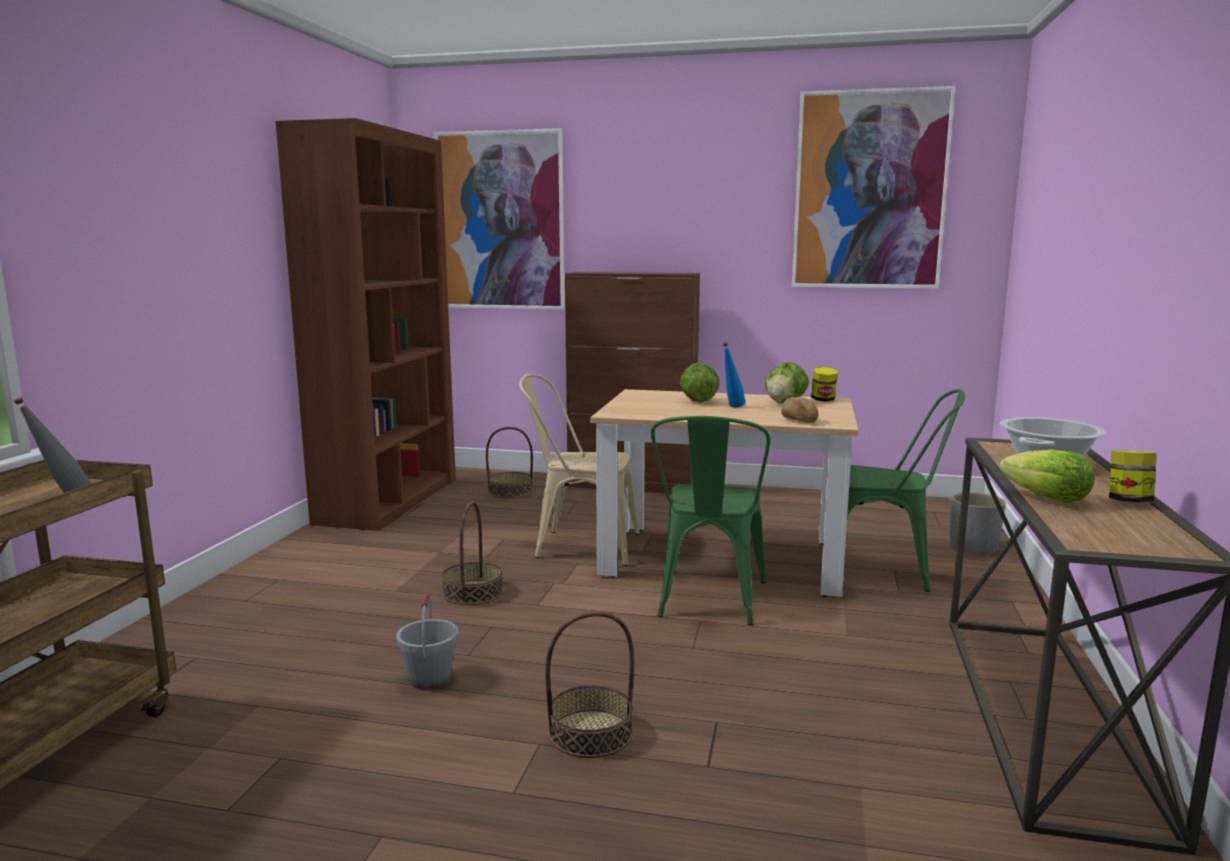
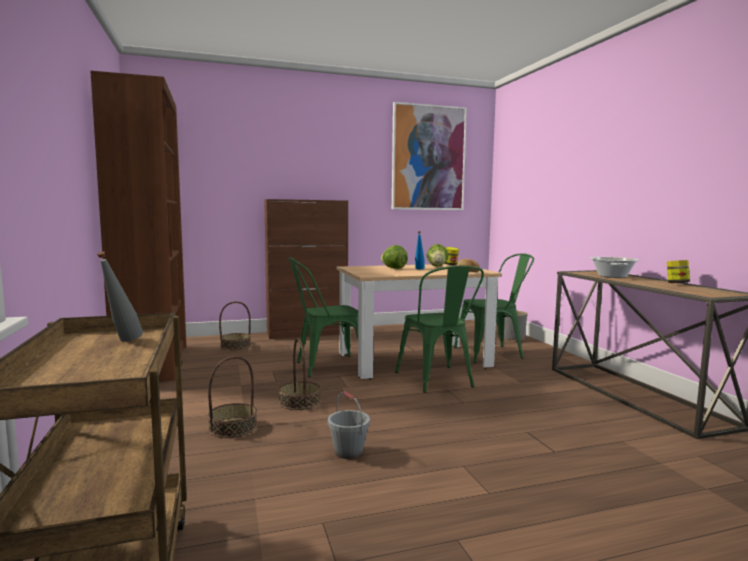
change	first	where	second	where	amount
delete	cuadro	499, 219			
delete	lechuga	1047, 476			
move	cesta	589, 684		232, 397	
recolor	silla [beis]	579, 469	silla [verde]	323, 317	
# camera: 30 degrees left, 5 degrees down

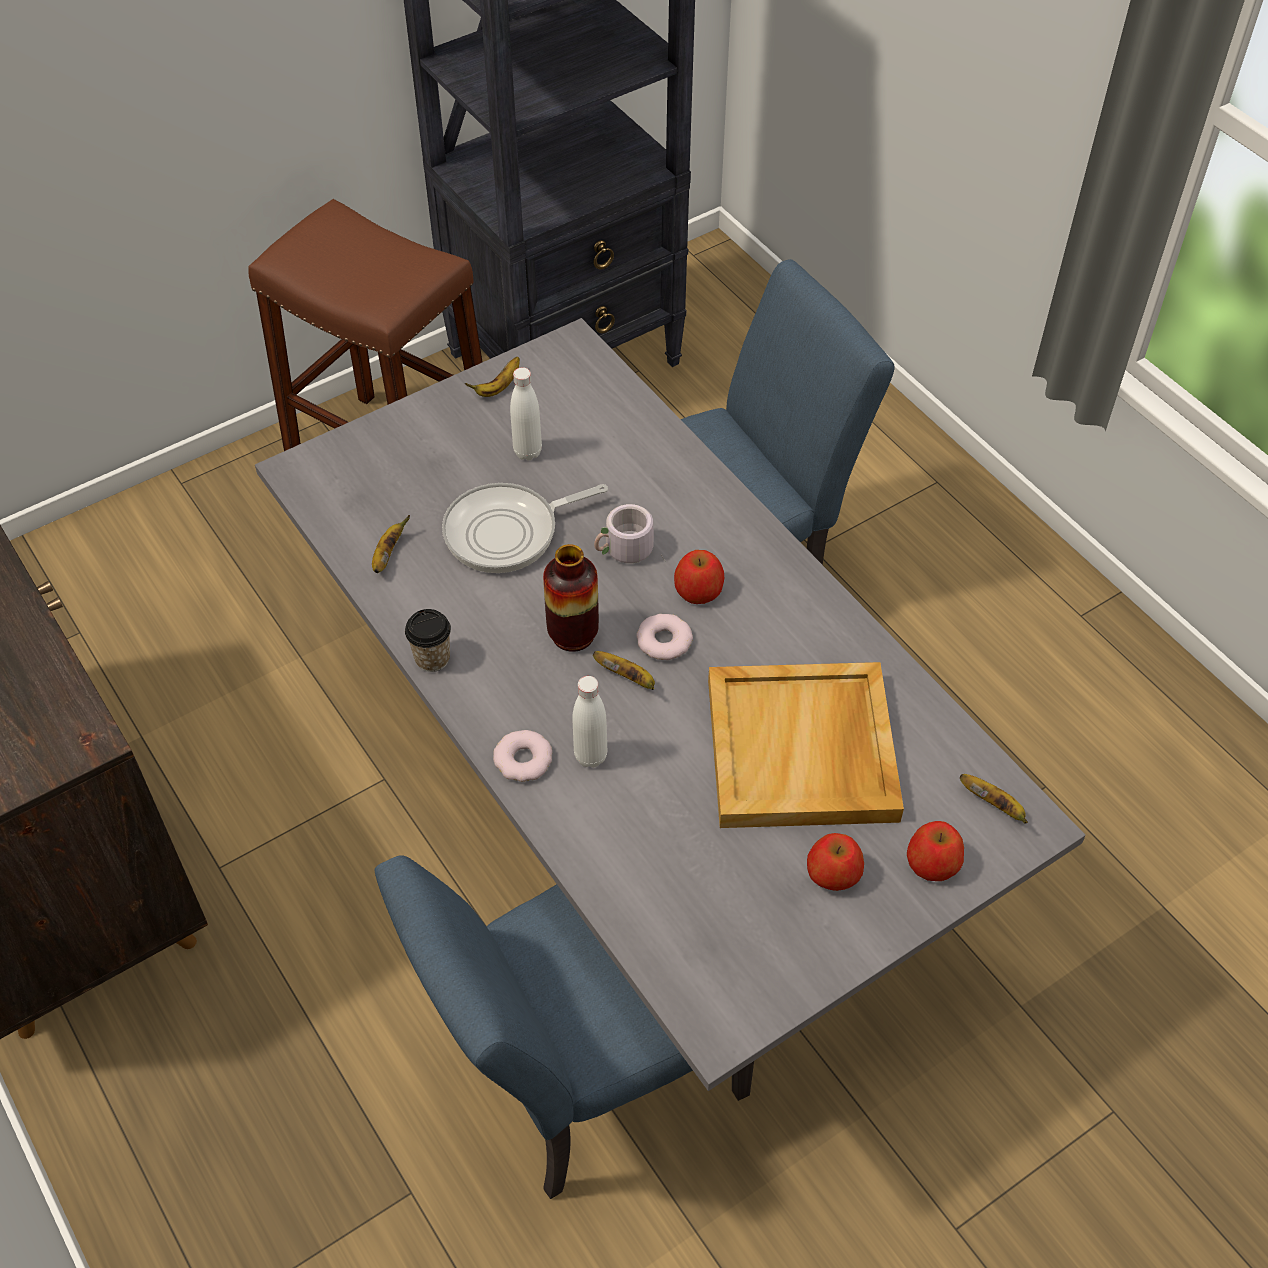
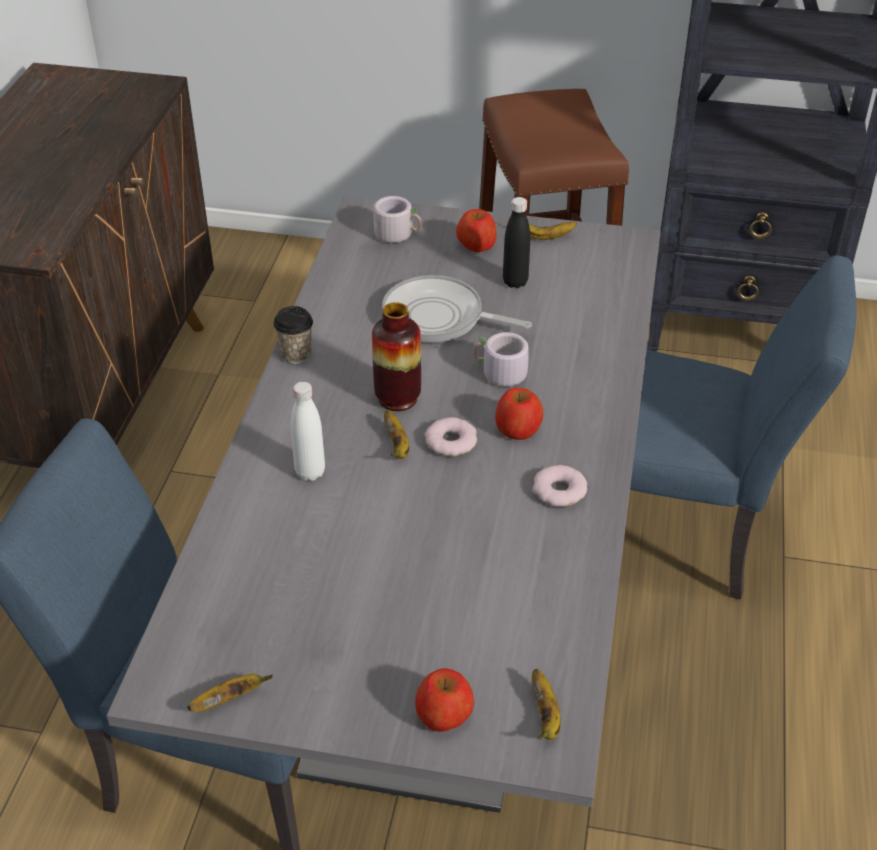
change	first	where	second	where	amount
delete	bandeja [beis]	806, 745			
insert			taza grande [gris]	398, 219	
move	plátano	391, 544		230, 693	
move	rosquilla	522, 756		560, 486	
move	manzana	835, 862		476, 230	
recolor	botella [blanco]	526, 413	botella [negro]	516, 242	
# camera: 45 degrees right, 10 degrees down

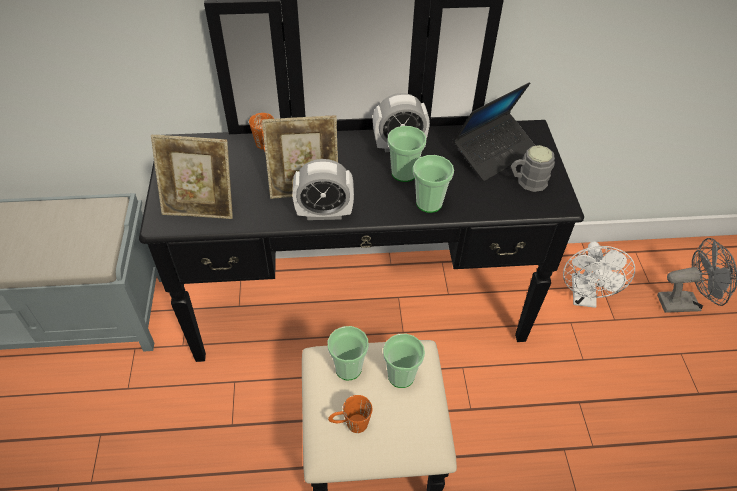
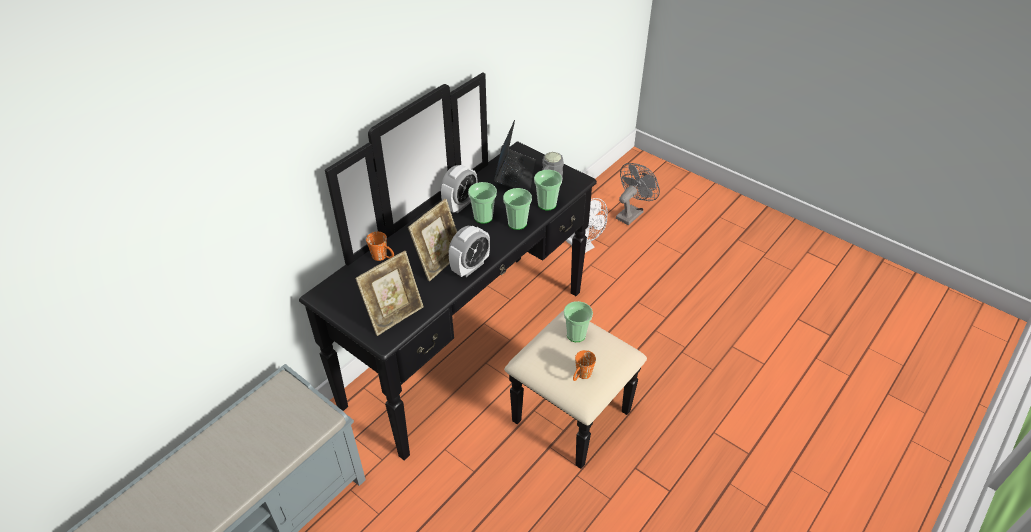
change	first	where	second	where	amount
move	taza	348, 353		548, 190	
# camera: 45 degrees left, 5 degrees down

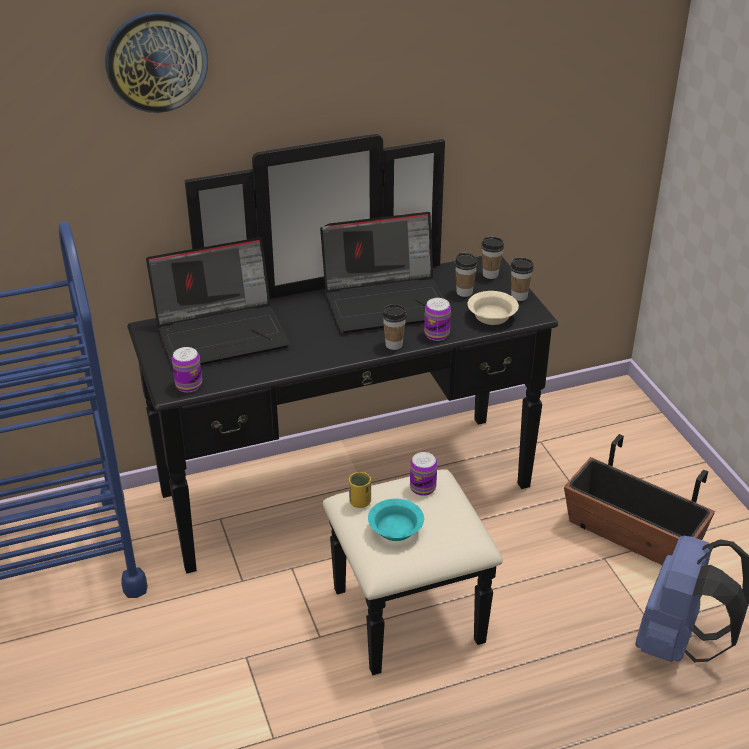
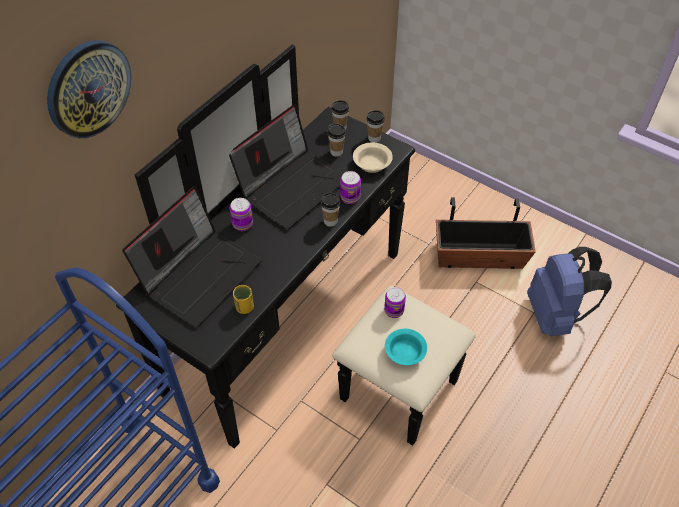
change	first	where	second	where	amount
move	lata	187, 369		241, 214	
move	taza [amarillo]	360, 490		243, 299	
# camera: 35 degrees left, 15 degrees up

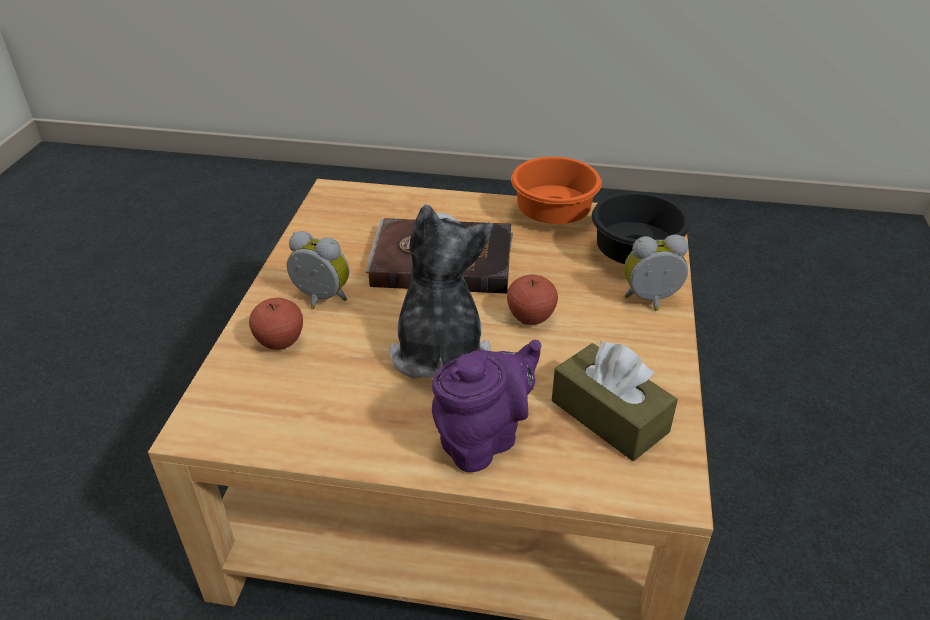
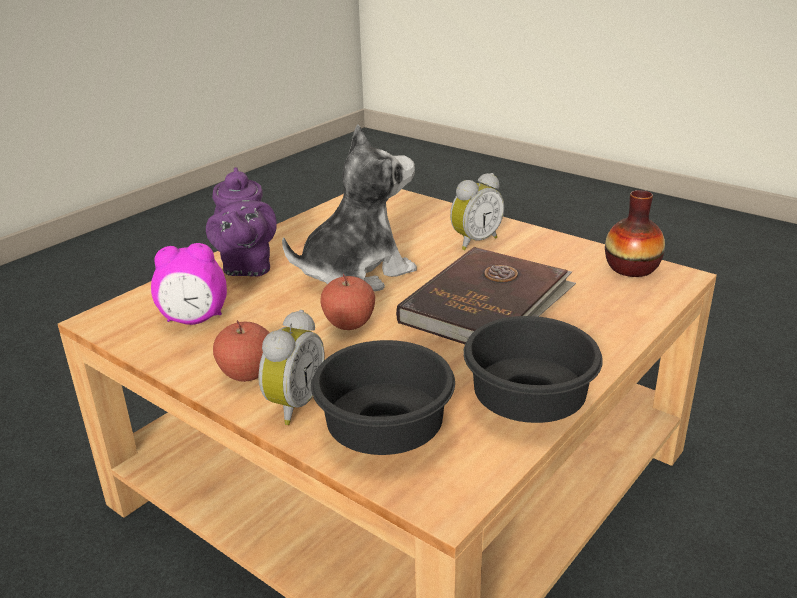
change	first	where	second	where	amount
insert			florero	635, 233	
move	manzana	276, 324		241, 351	
replace	caja de pañuelos [marrón]	615, 401	despertador	189, 284	
recolor	cuenco [naranja]	556, 190	cuenco [negro]	533, 369	
rotate	peluche	441, 291		349, 207	60 degrees counterclockwise
# camera: 120 degrees right, 10 degrees down

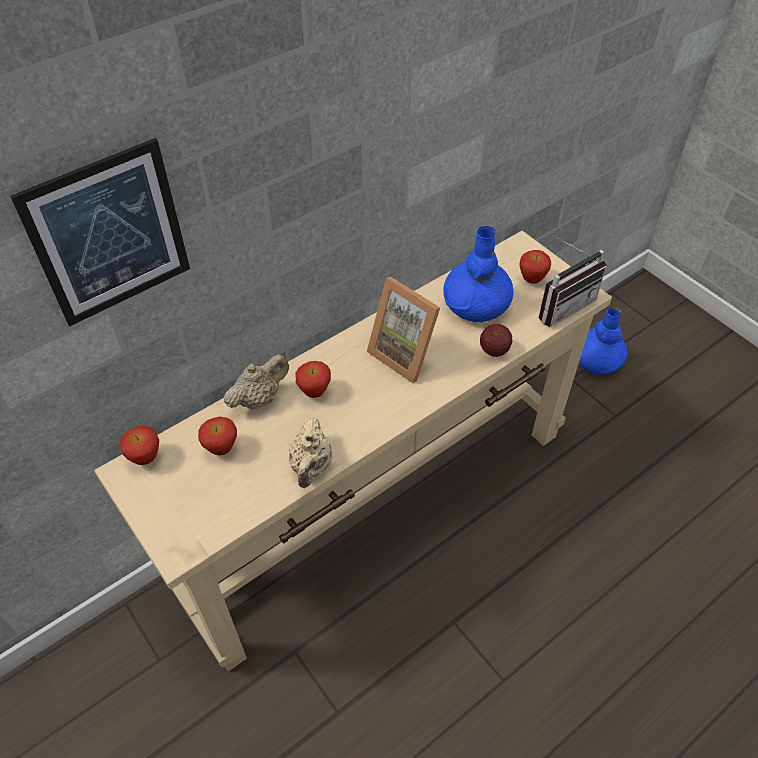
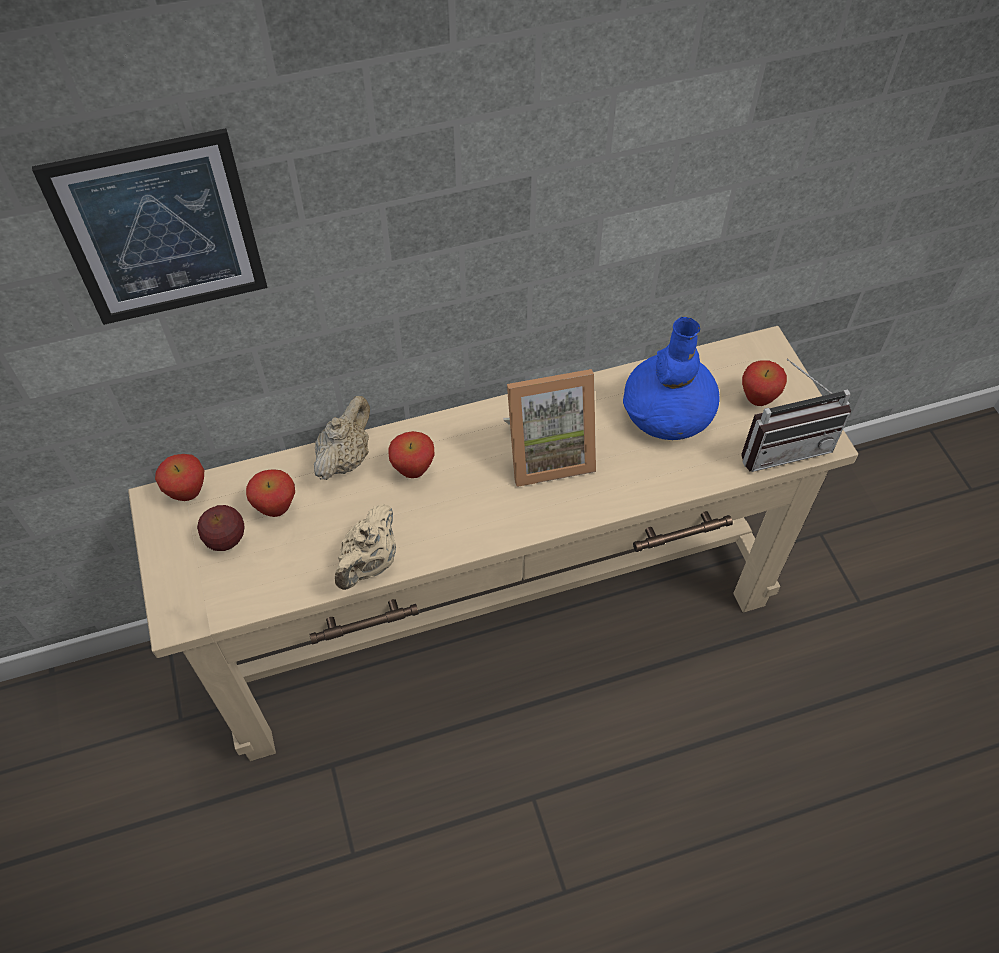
change	first	where	second	where	amount
delete	florero [azul]	603, 341			
move	manzana	496, 340		220, 528	
rotate	tetera [beis]	256, 381		342, 438	45 degrees counterclockwise
rotate	portarretratos	403, 329		549, 428	75 degrees counterclockwise
# camera: 20 degrees right, 5 degrees up

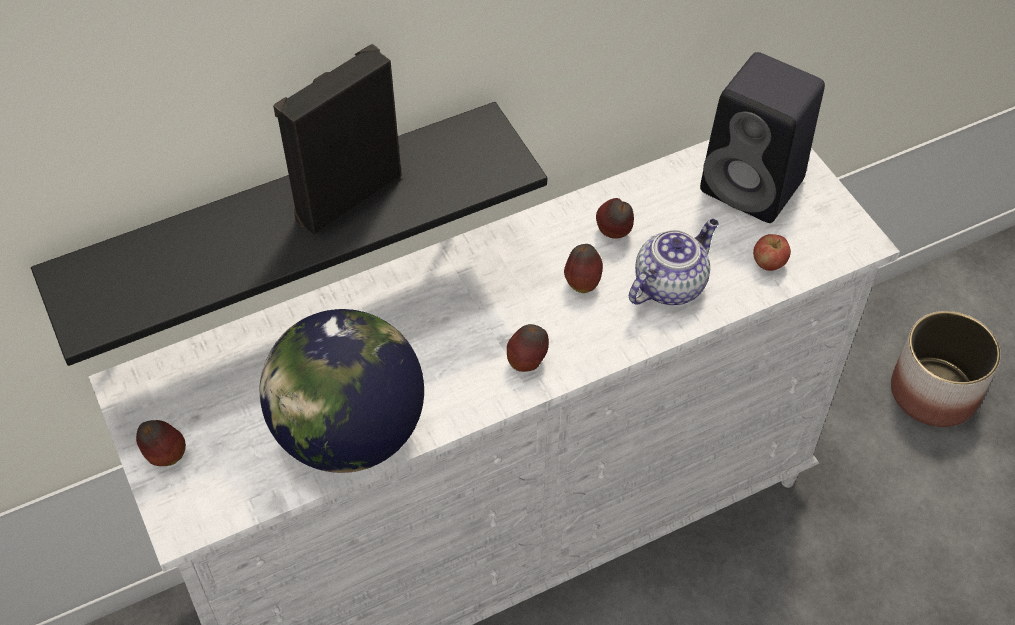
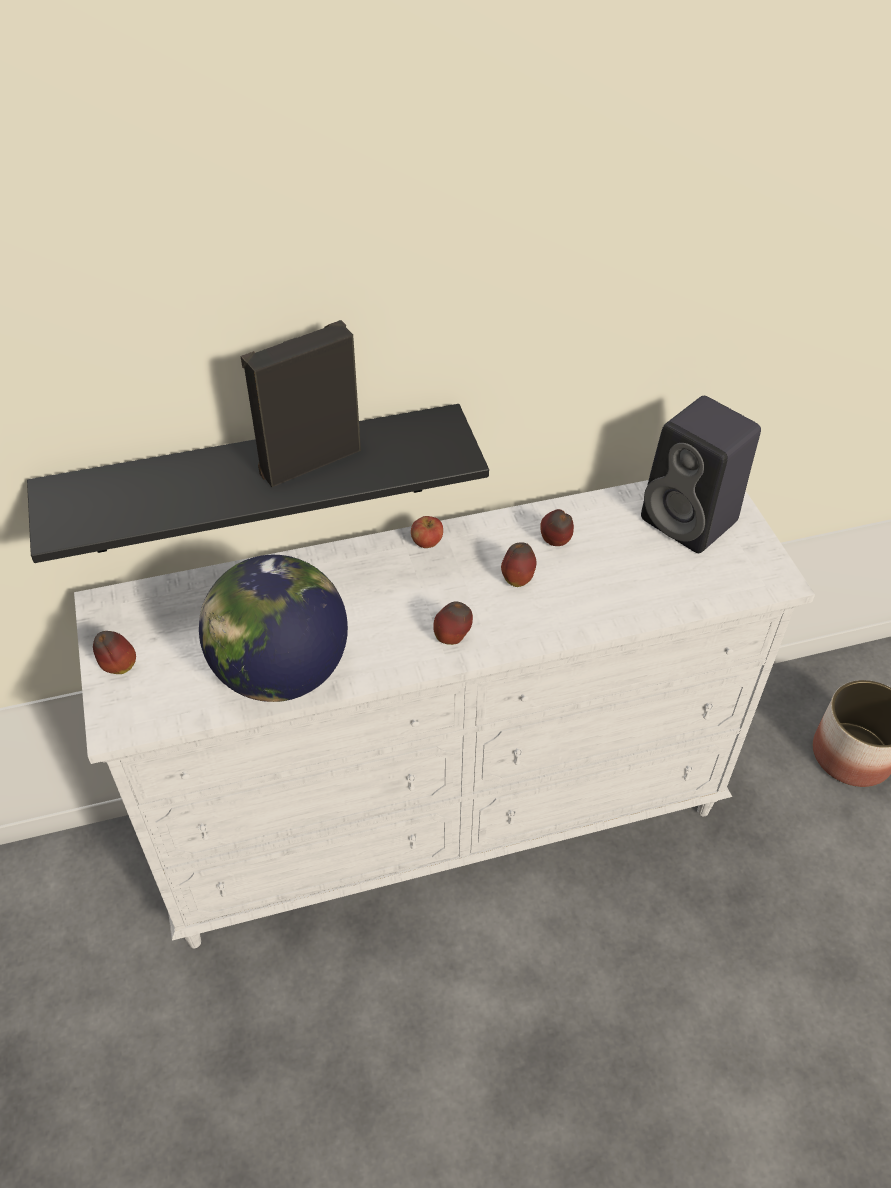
change	first	where	second	where	amount
delete	tetera	674, 262			
move	manzana	772, 252		427, 532	
# camera: 10 degrees right, 5 degrees down

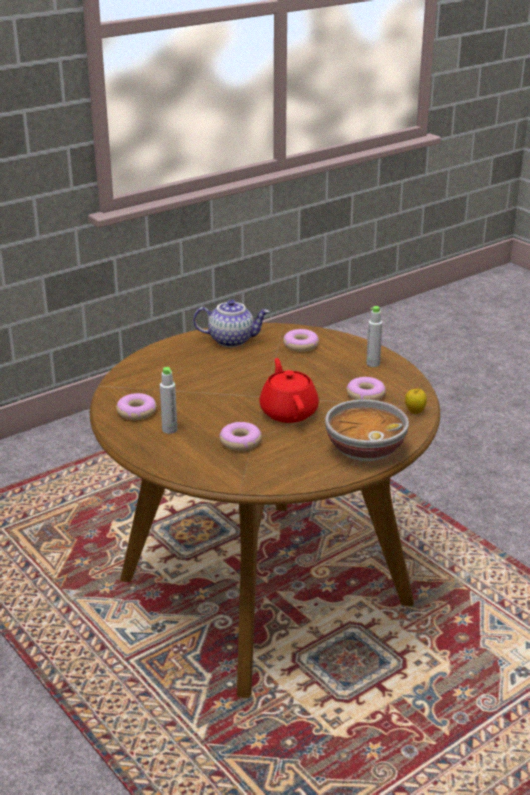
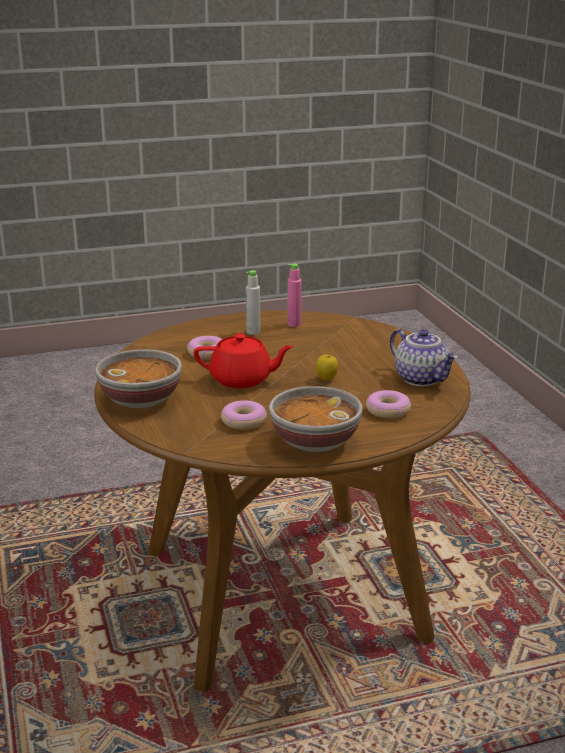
change	first	where	second	where	amount
move	manzana	416, 400		327, 367	
replace	rosquilla	136, 406	botella [rosa]	295, 295	
replace	botella [gris]	374, 336	cuenco	316, 419	
rotate	tetera	231, 323		424, 357	60 degrees counterclockwise
# camera: 110 degrees right, 5 degrees down

